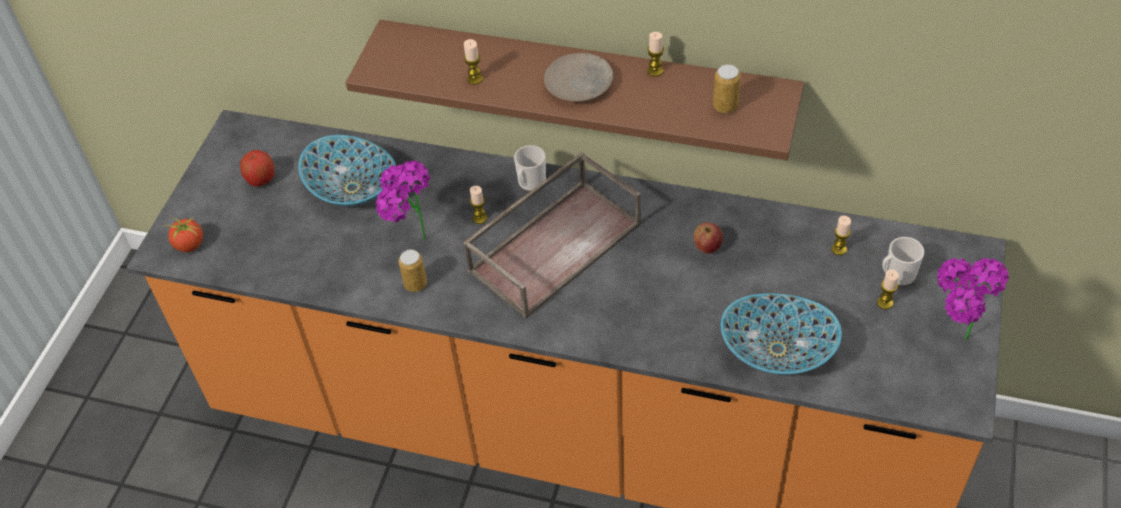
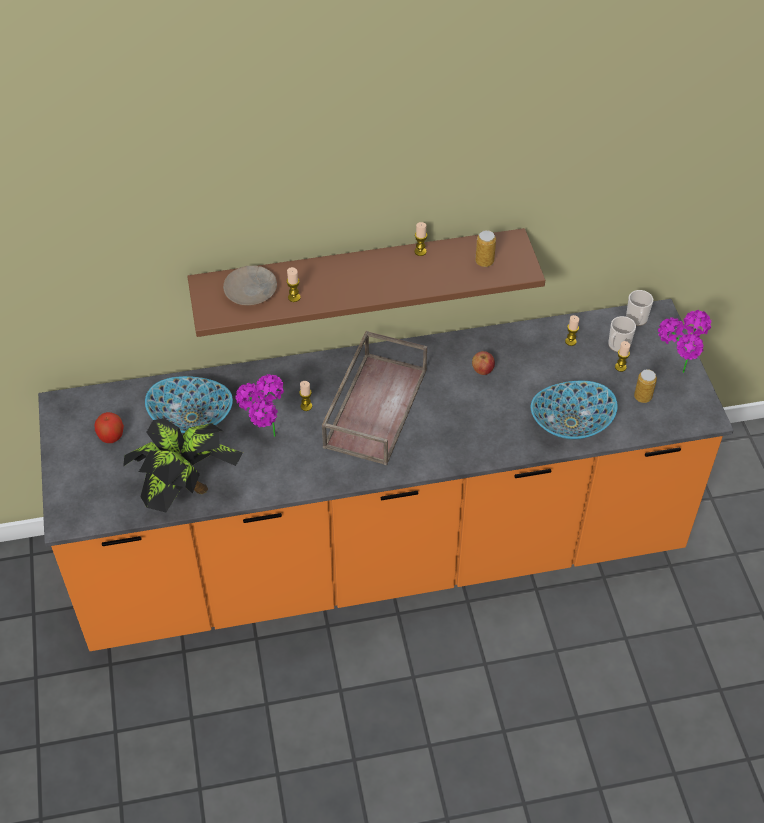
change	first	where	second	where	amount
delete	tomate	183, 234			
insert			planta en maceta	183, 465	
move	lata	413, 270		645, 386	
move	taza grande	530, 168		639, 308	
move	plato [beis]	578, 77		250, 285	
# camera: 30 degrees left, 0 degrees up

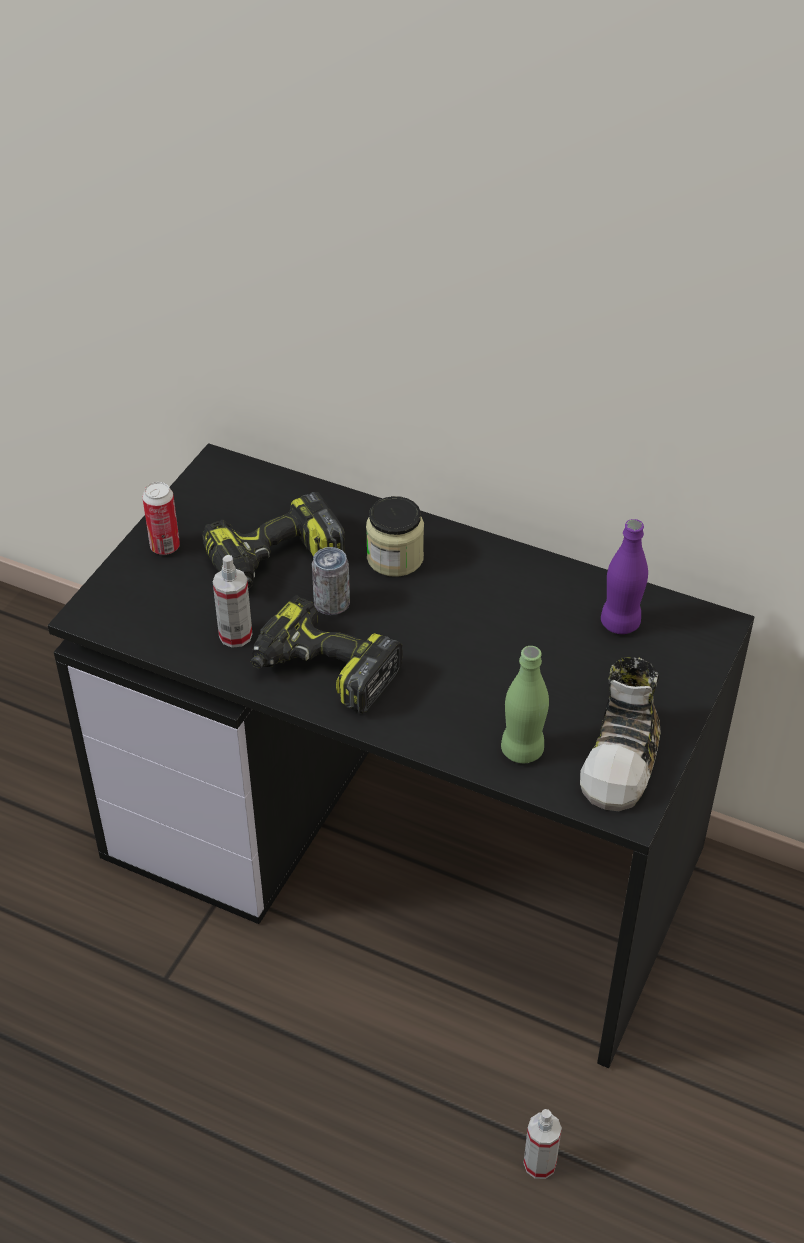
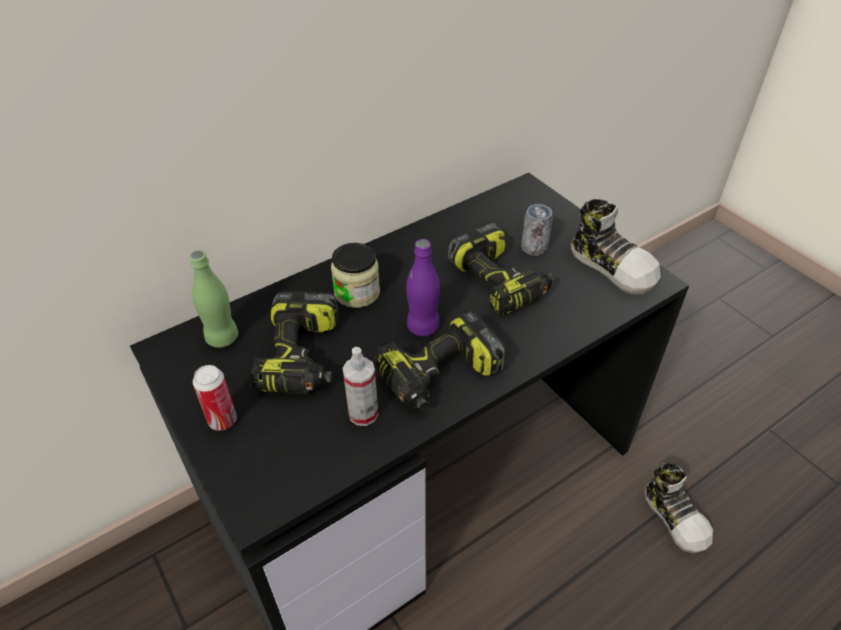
change	first	where	second	where	amount
insert			taladro	501, 269	
move	lata	331, 581		537, 230	
move	botella [verde]	525, 704		213, 299	
move	botella [morado]	624, 576		423, 287	
replace	pulverizador	543, 1144	zapato	679, 508	
# camera: 60 degrees left, 0 degrees up

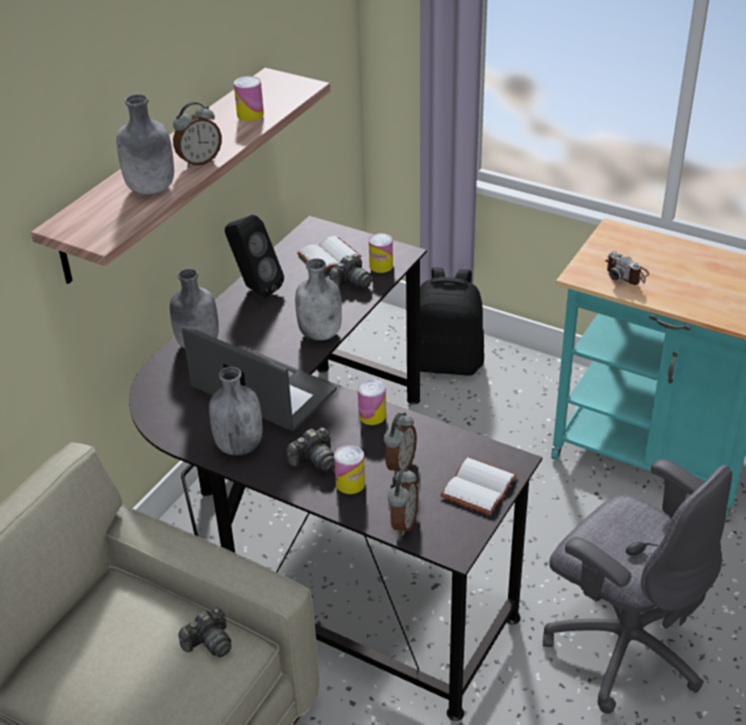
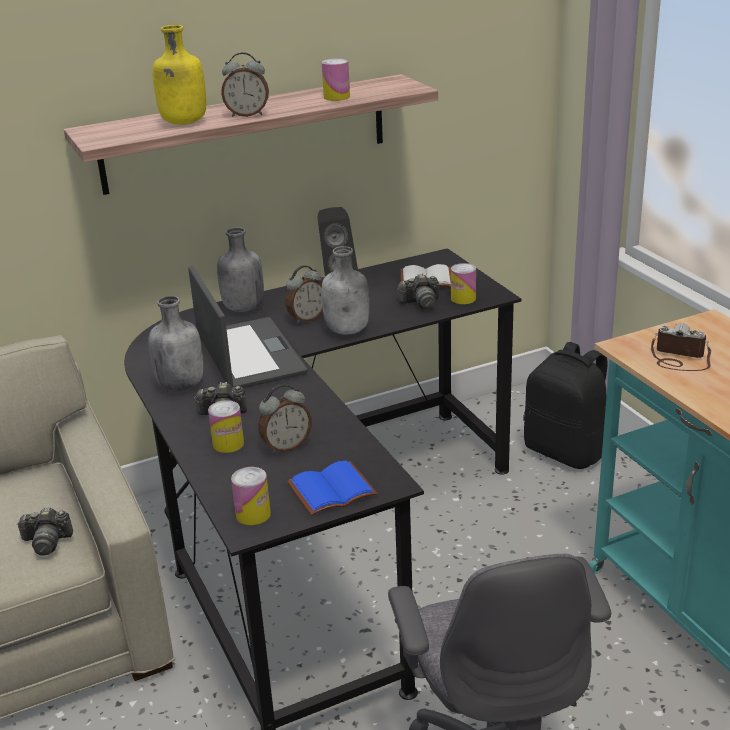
change	first	where	second	where	amount
move	lata	372, 402		251, 496	
move	despertador	403, 502		304, 294	
recolor	botella [gris]	145, 144	botella [amarillo]	179, 75	
recolor	libro [blanco]	478, 486	libro [azul]	332, 488	
rotate	cámara	627, 268		681, 347	120 degrees clockwise
# camera: 35 degrees right, 10 degrees down

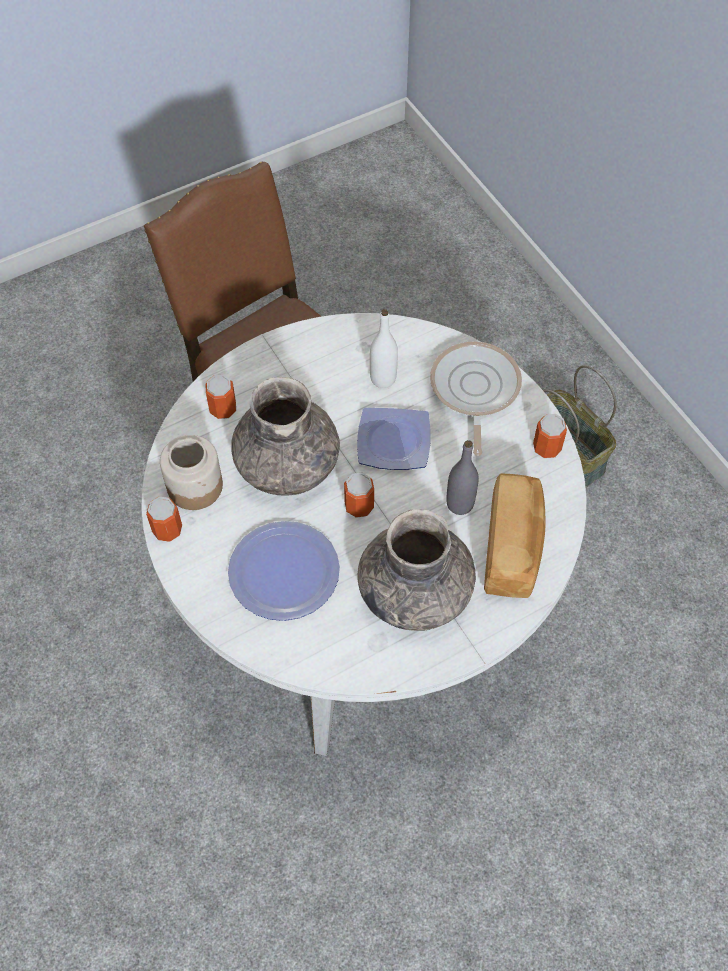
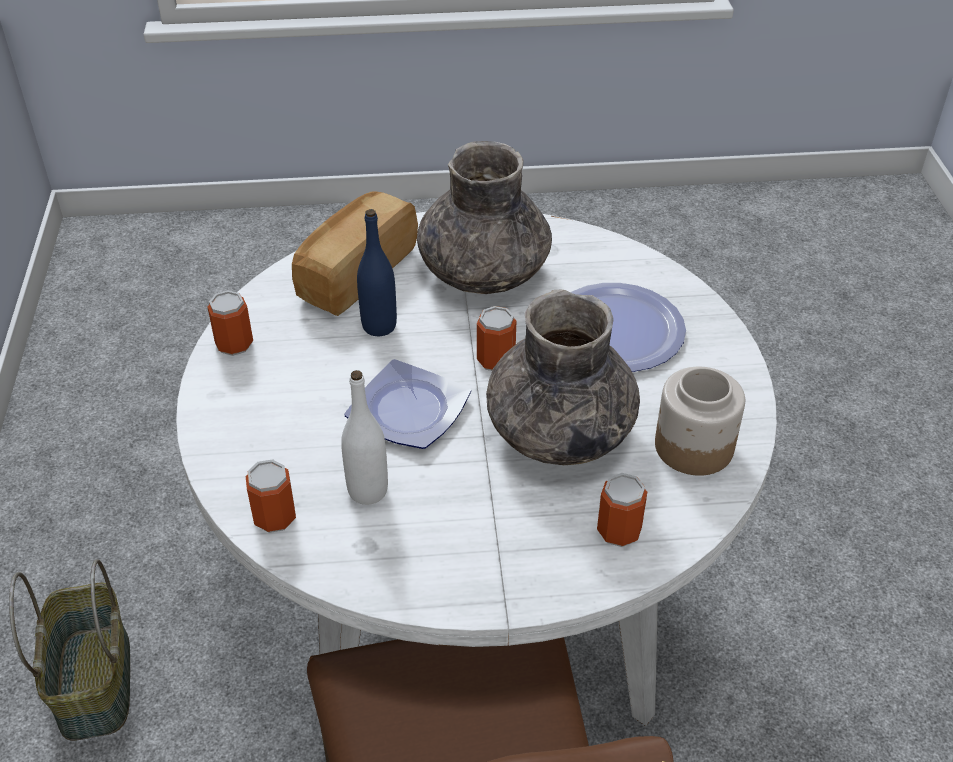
change	first	where	second	where	amount
delete	sartén	476, 398			
move	lata	164, 519		270, 496	
recolor	botella [gris]	462, 477	botella [azul]	377, 272	
# camera: 155 degrees left, 15 degrees down

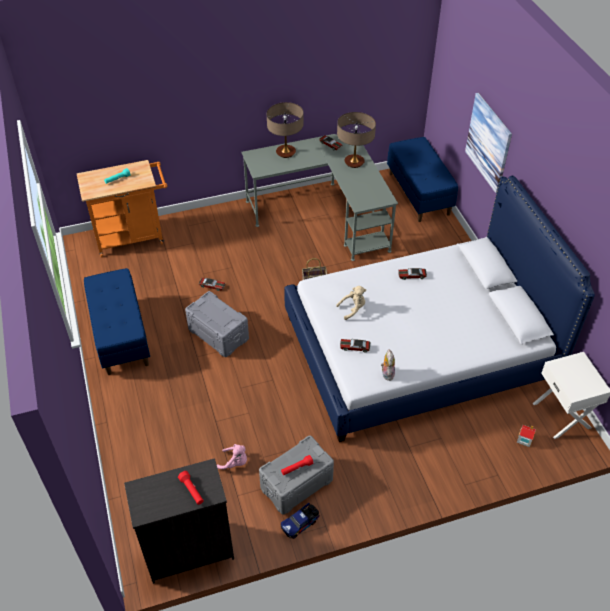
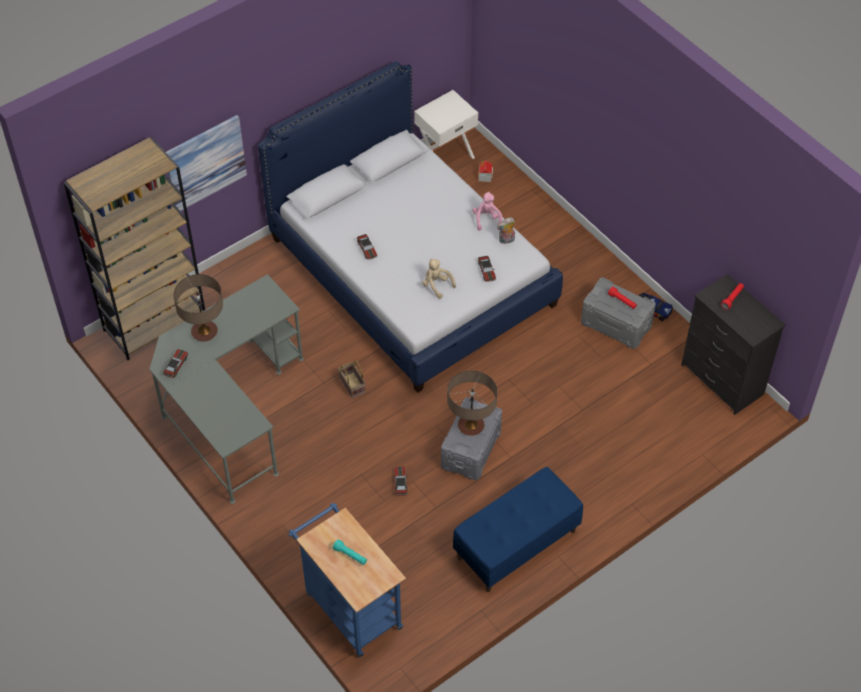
change	first	where	second	where	amount
move	peluche [rosa]	232, 456		487, 211	
move	lámpara de mesa	285, 130		472, 403	
replace	banco [azul]	422, 179	estantería [marrón]	134, 248	
recolor	carrito [naranja]	121, 208	carrito [azul]	347, 580	
# camera: 110 degrees left, 5 degrees up

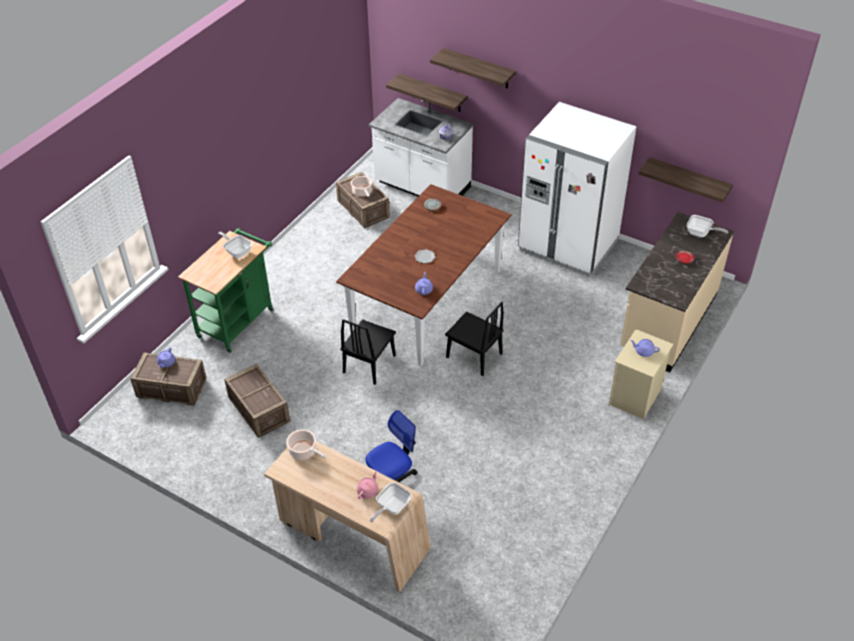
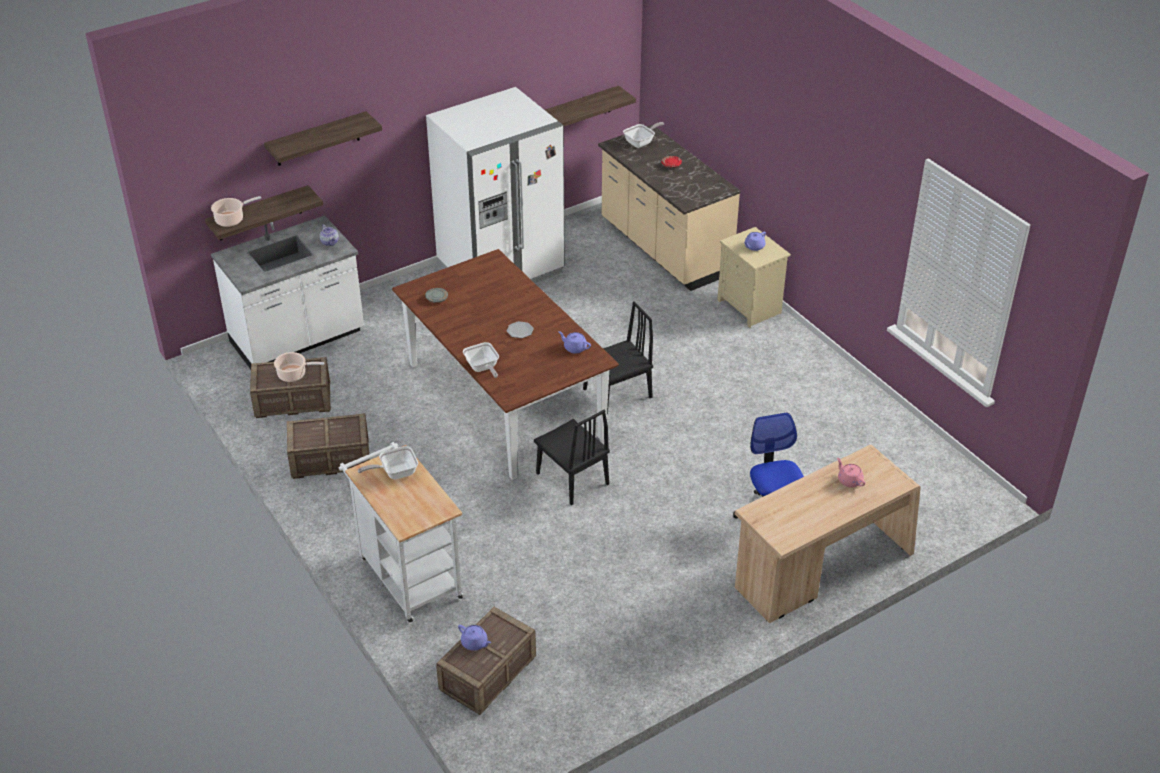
change	first	where	second	where	amount
move	caja de embalaje	257, 401		328, 446	
move	olla	306, 444		236, 211	
move	sartén	391, 502		481, 360	
recolor	carrito [verde]	225, 290	carrito [blanco]	401, 533	
# camera: 65 degrees left, 5 degrees down

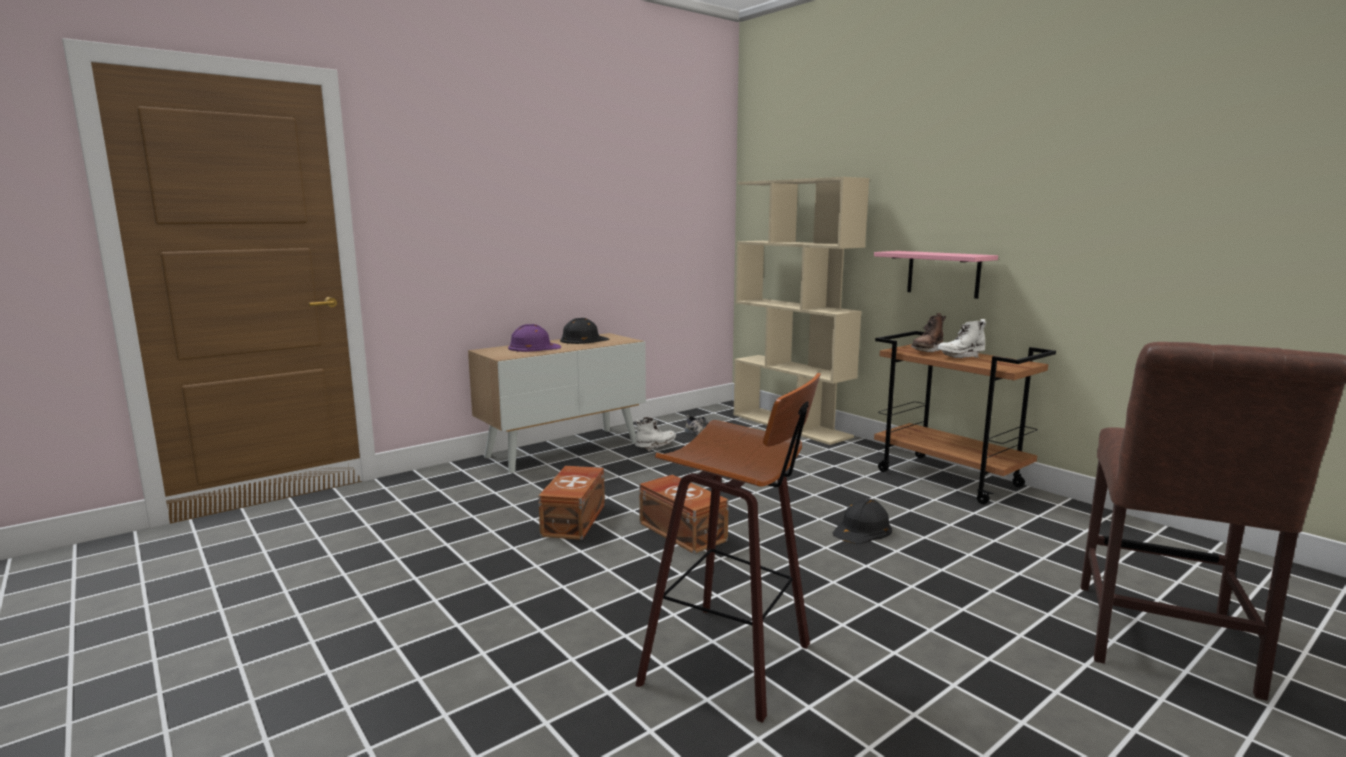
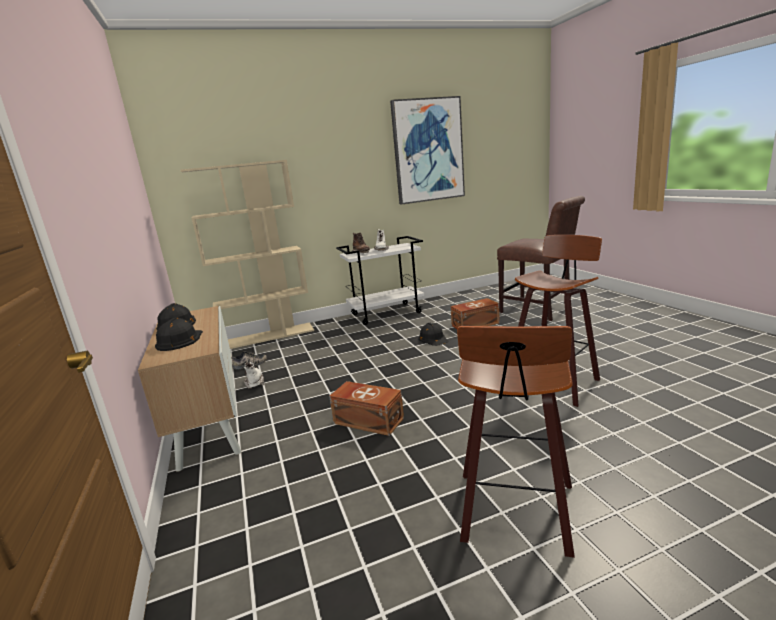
change	first	where	second	where	amount
delete	estante [rosa]	936, 275			
insert			cuadro	427, 150	
insert			taburete	516, 442	
move	caja de almacenaje [marrón]	684, 514		475, 313	
recolor	casco [morado]	534, 338	casco [negro]	179, 334	
recolor	carrito [marrón]	965, 417	carrito [blanco]	380, 280	
# camera: 70 degrees left, 5 degrees up

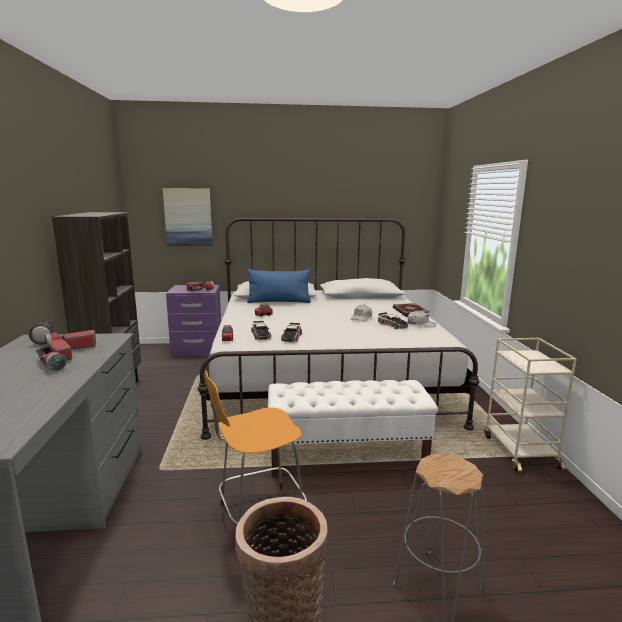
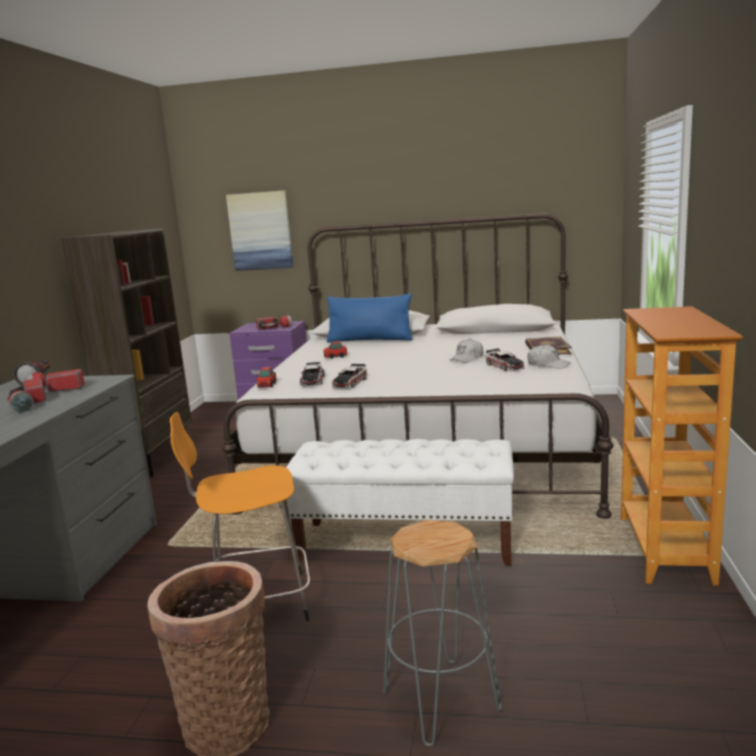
change	first	where	second	where	amount
replace	carrito [beis]	530, 404	estantería	682, 446	
# camera: 15 degrees right, 0 degrees up

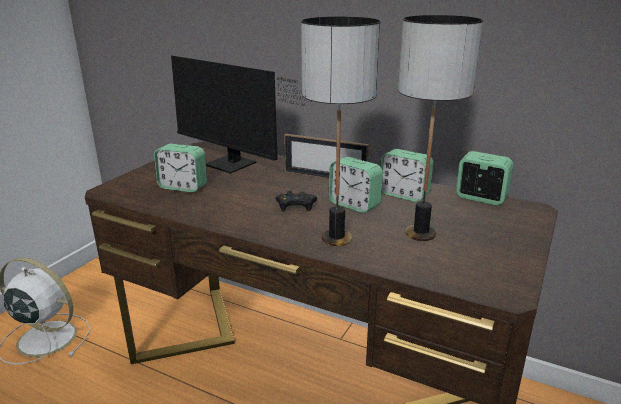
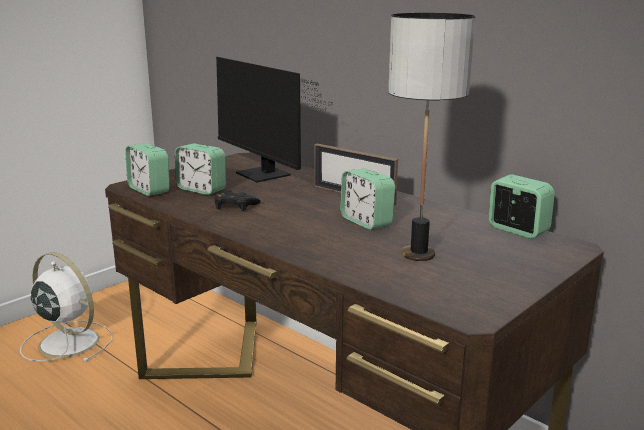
change	first	where	second	where	amount
delete	lámpara de mesa	341, 131			
move	mando de consola [negro]	296, 201		238, 200	
move	despertador	407, 175		147, 169	
# camera: 15 degrees right, 5 degrees down

